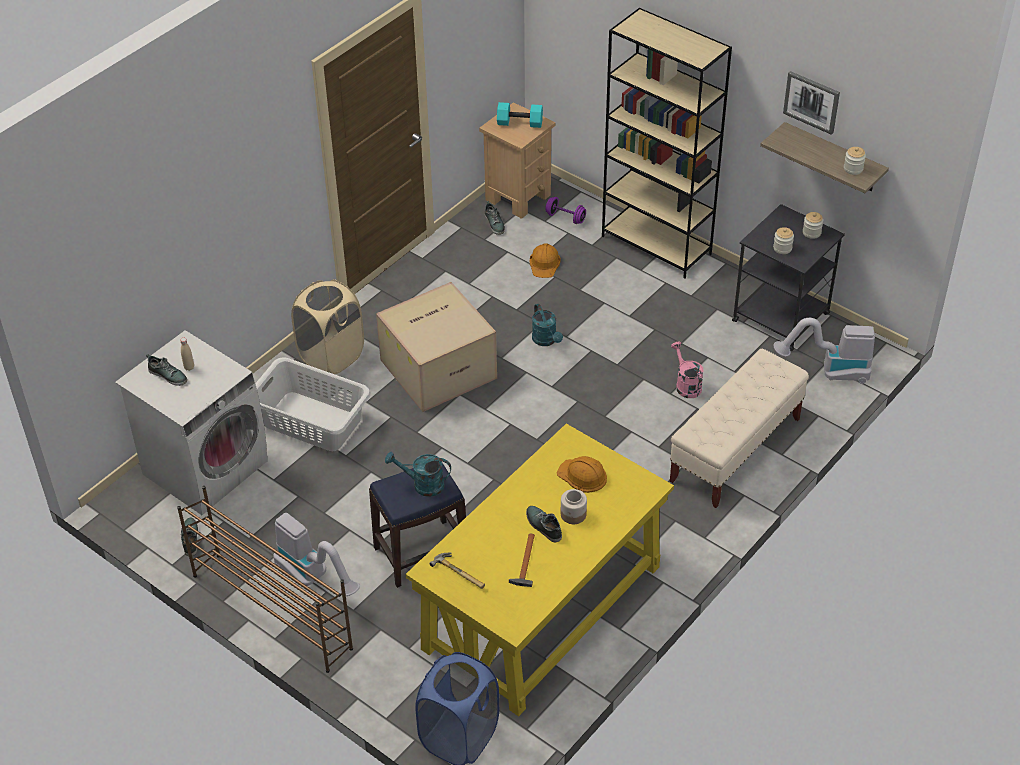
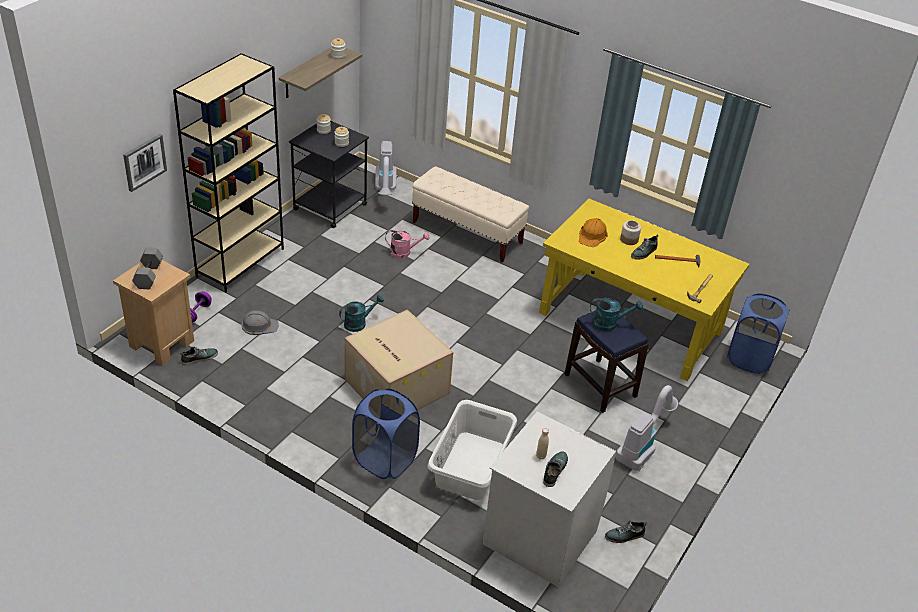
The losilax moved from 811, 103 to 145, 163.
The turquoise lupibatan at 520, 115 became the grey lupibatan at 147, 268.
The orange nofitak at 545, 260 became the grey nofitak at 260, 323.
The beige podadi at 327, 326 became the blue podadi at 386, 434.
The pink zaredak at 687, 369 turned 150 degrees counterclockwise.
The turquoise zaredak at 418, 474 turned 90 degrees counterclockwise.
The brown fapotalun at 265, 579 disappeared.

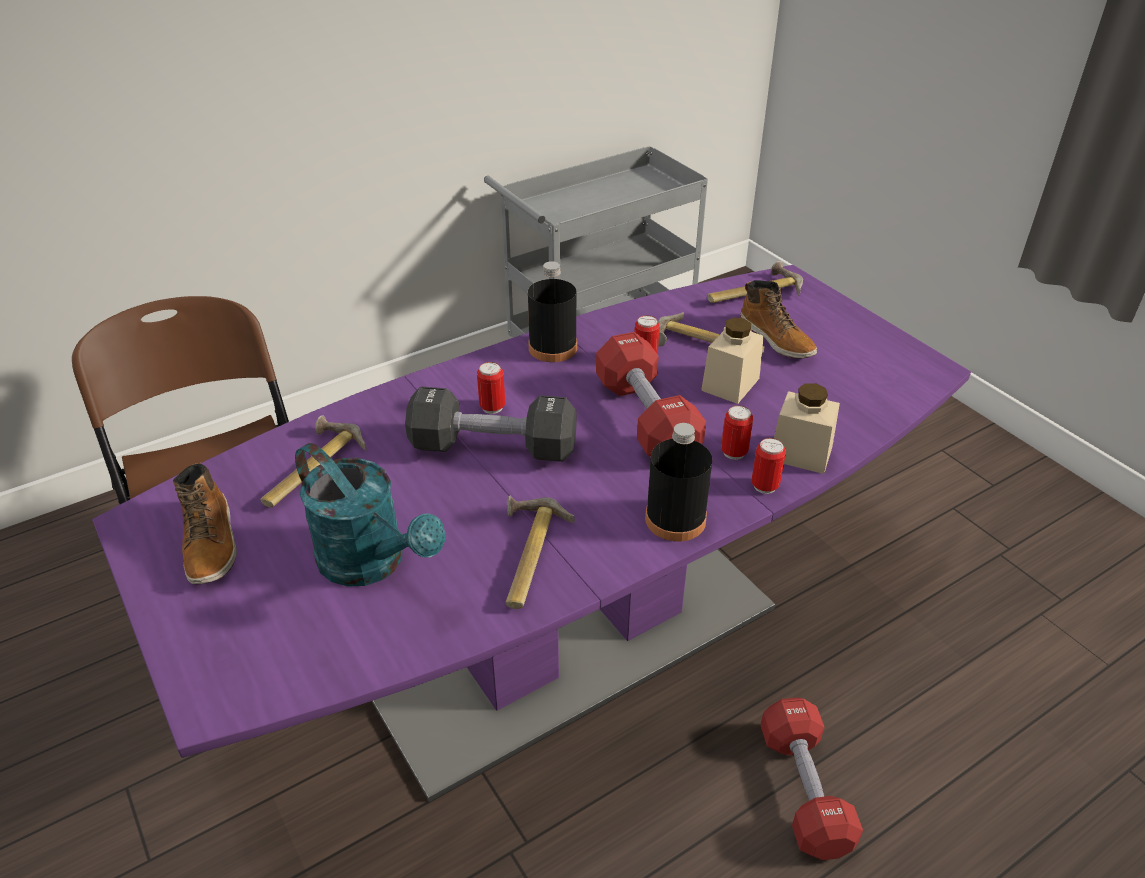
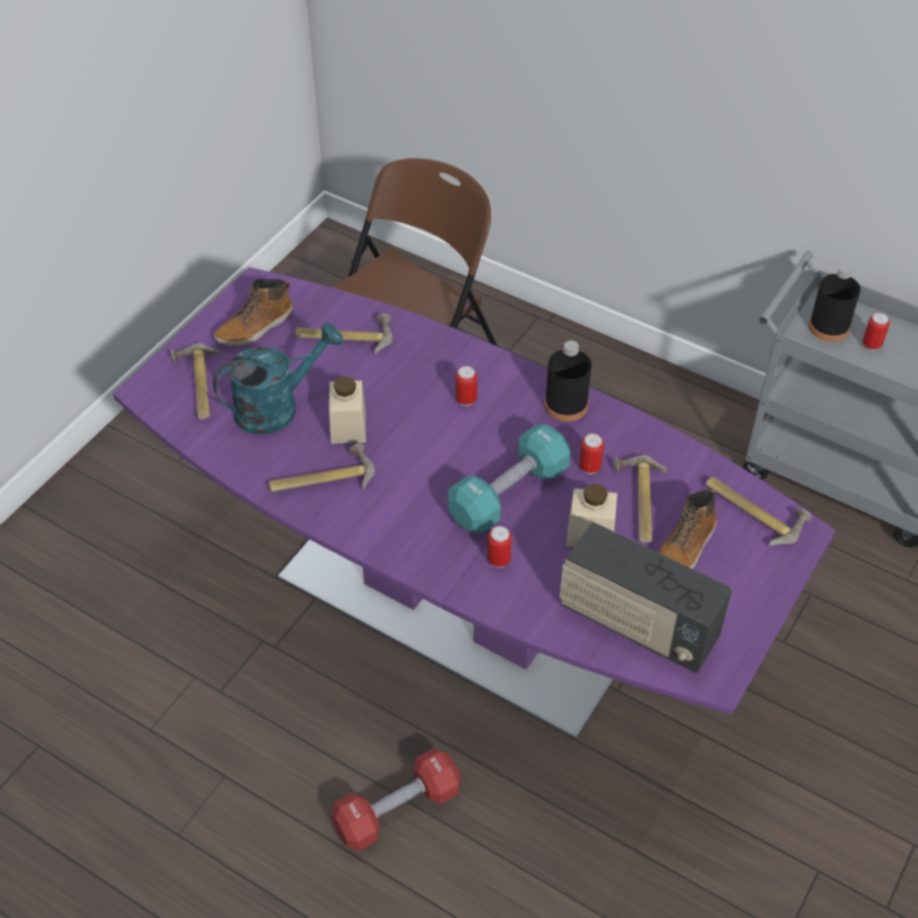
The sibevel at 195, 381 appeared.
The turquoise zaredak at 370, 515 turned 135 degrees counterclockwise.
The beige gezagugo moved from 807, 428 to 347, 410.
The red lupibatan at 651, 394 became the turquoise lupibatan at 509, 478.
The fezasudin at 646, 597 appeared.
The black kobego moved from 678, 482 to 834, 303.
The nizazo moved from 768, 466 to 876, 332.
The black lupibatan at 491, 424 disappeared.

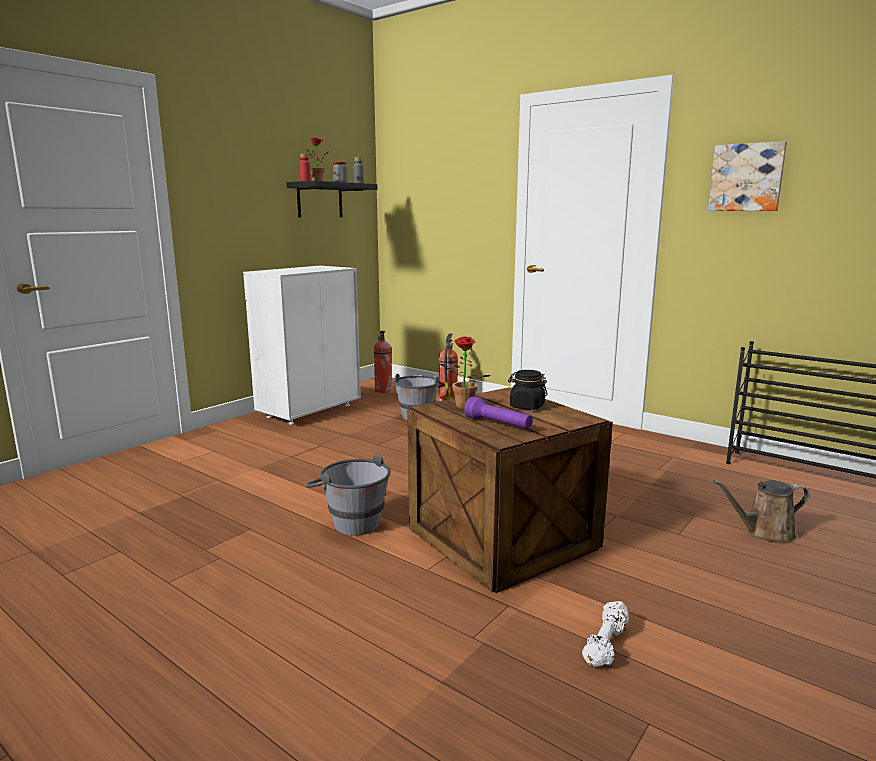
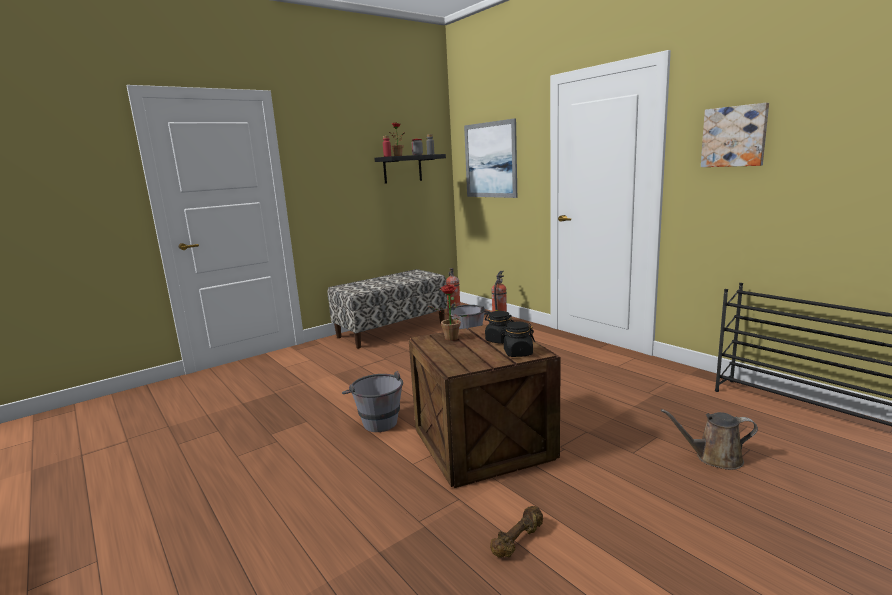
The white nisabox at 302, 345 was replaced by the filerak at 388, 308.
The losilax at 490, 158 appeared.
The white lupibatan at 605, 634 became the brown lupibatan at 516, 532.
The black gezagugo at 517, 339 appeared.
The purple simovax at 498, 413 disappeared.

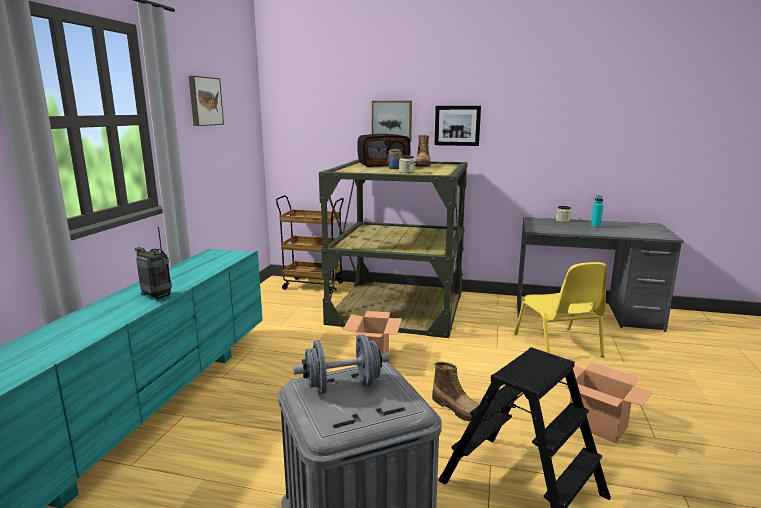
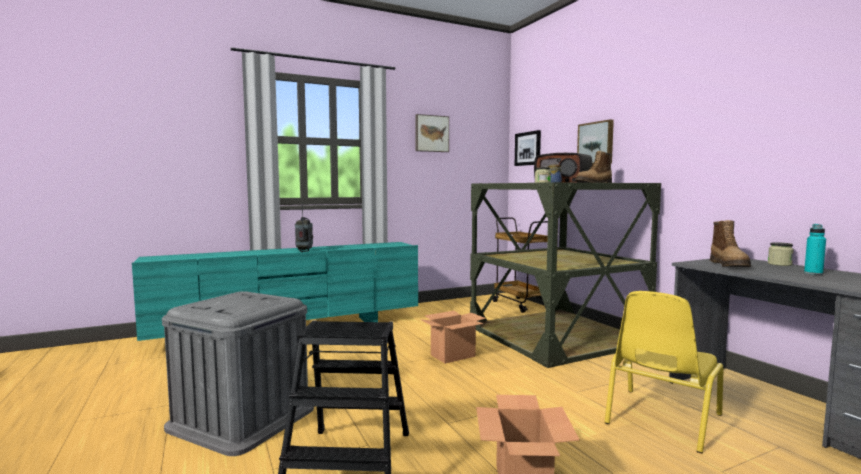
The losilax moved from 457, 126 to 528, 148.
The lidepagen moved from 455, 391 to 730, 243.
The grey lupibatan at 341, 364 disappeared.

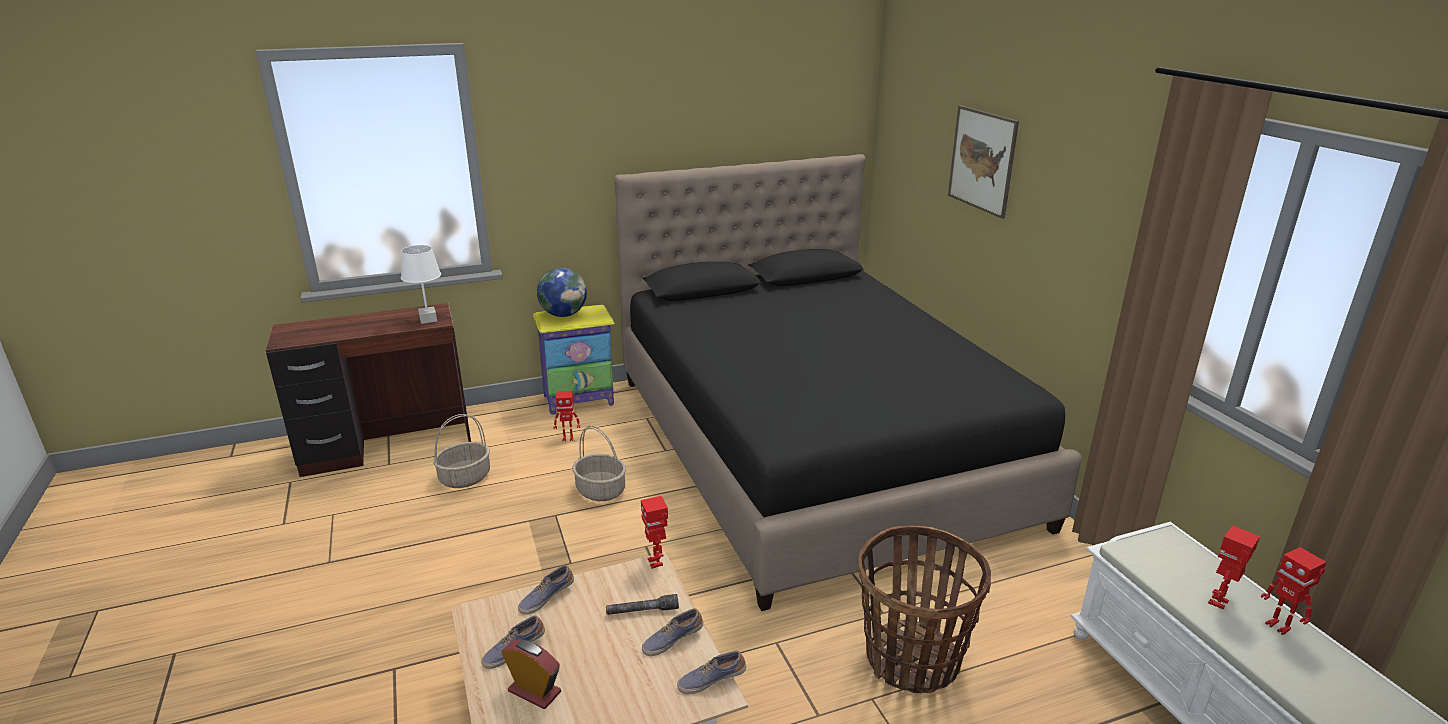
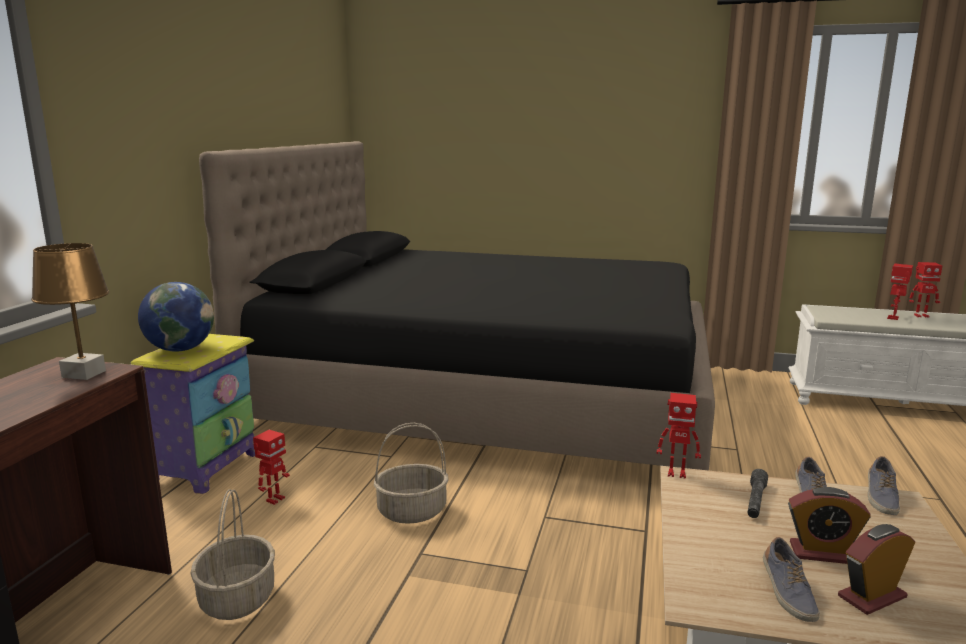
The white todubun at 421, 284 became the brown todubun at 70, 311.
The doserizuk at 829, 525 appeared.
The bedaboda at 1234, 567 turned 45 degrees clockwise.
The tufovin at 546, 590 disappeared.
The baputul at 924, 609 disappeared.
The losilax at 983, 162 disappeared.

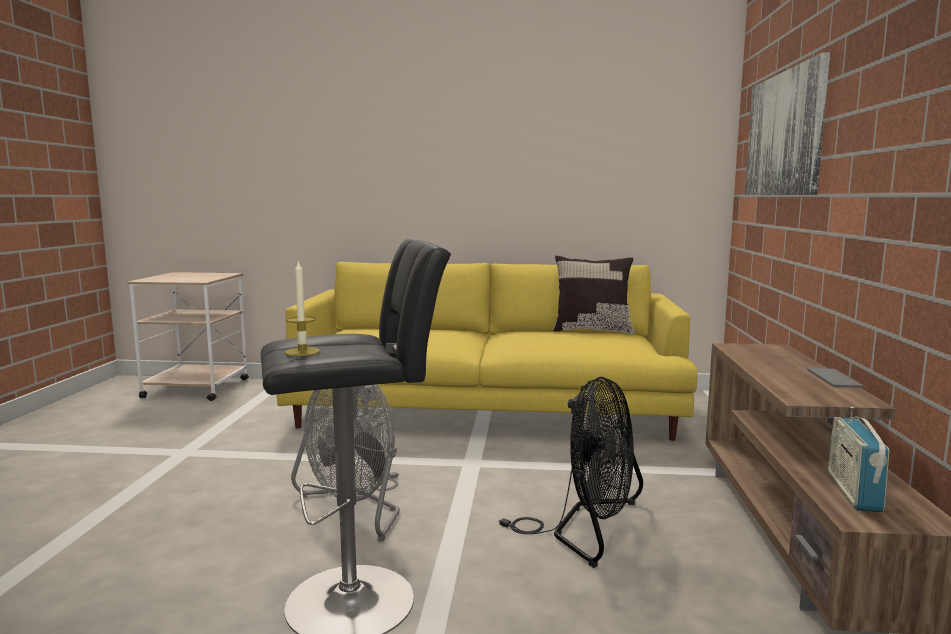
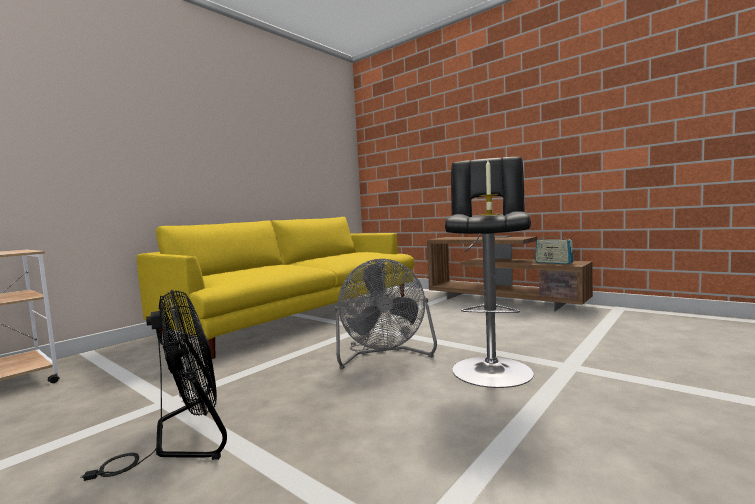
The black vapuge moved from 571, 472 to 154, 385.
The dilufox at 593, 295 disappeared.
The losilax at 787, 123 disappeared.

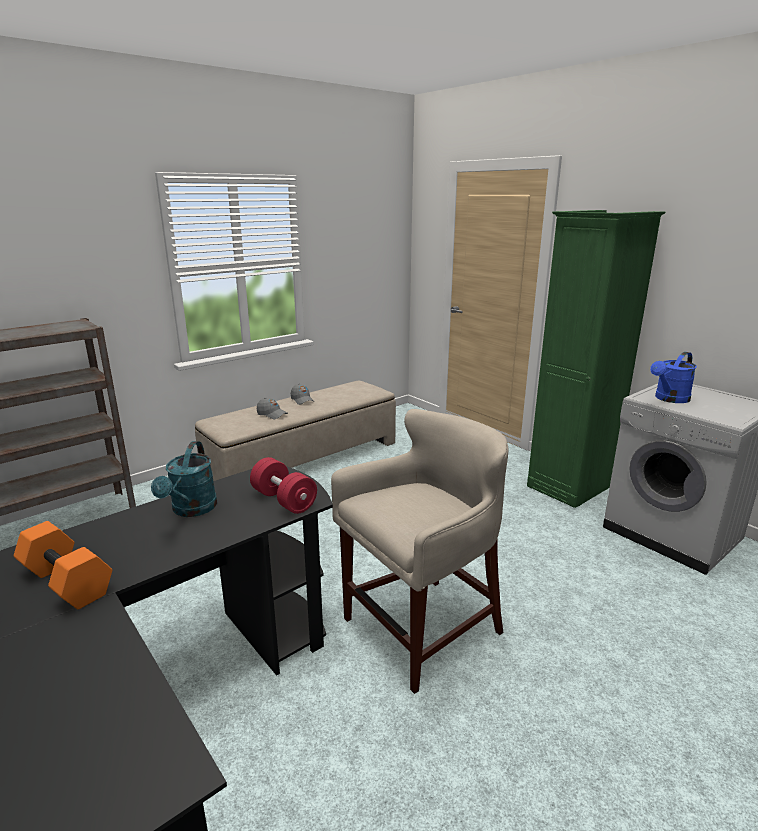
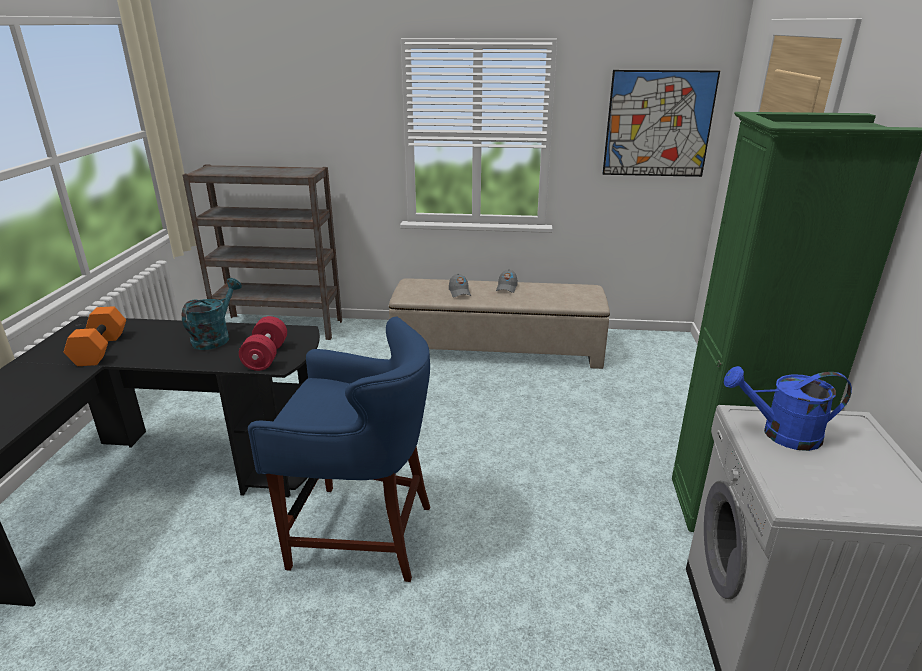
The turquoise zaredak at 184, 479 turned 150 degrees clockwise.
The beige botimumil at 420, 551 became the blue botimumil at 339, 449.
The losilax at 661, 123 appeared.

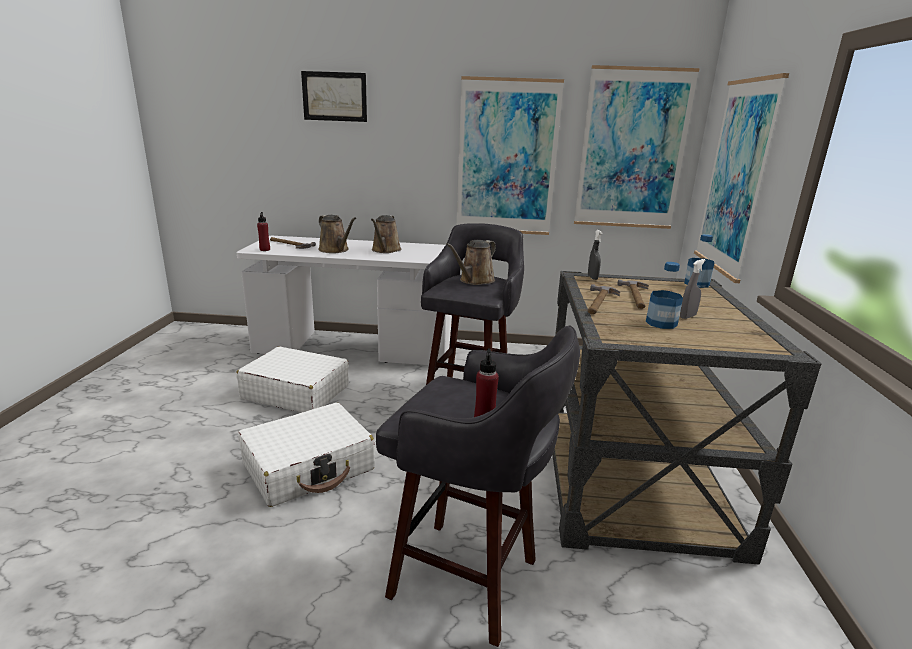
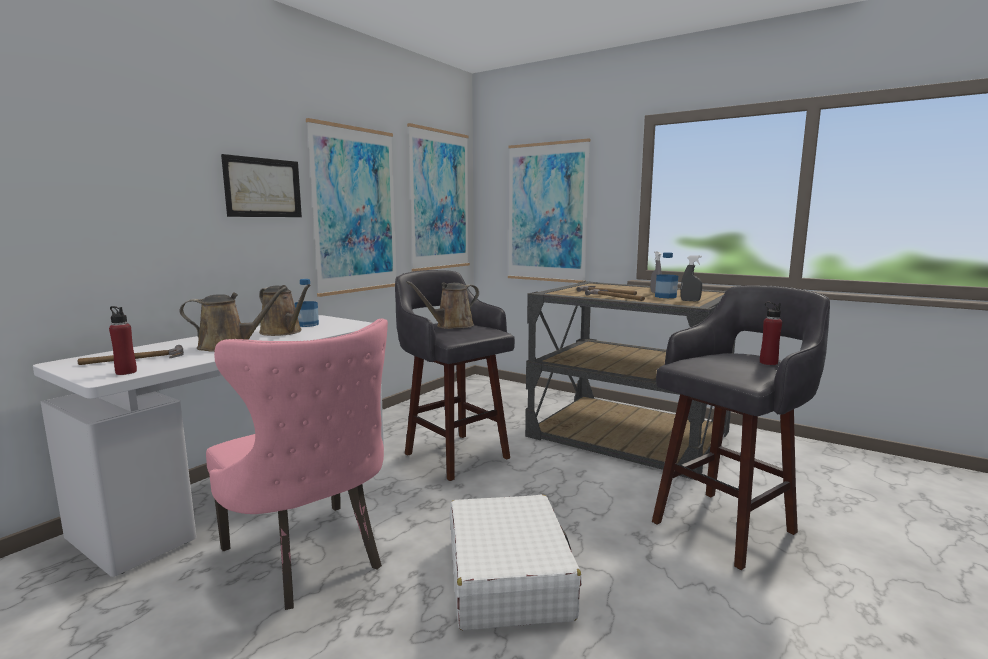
The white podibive at 292, 380 was replaced by the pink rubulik at 297, 464.
The losilax moved from 334, 96 to 261, 185.
The kobego moved from 699, 261 to 307, 303.
The brown zaredak at 471, 262 turned 75 degrees clockwise.
The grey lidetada moved from 595, 255 to 691, 278.

